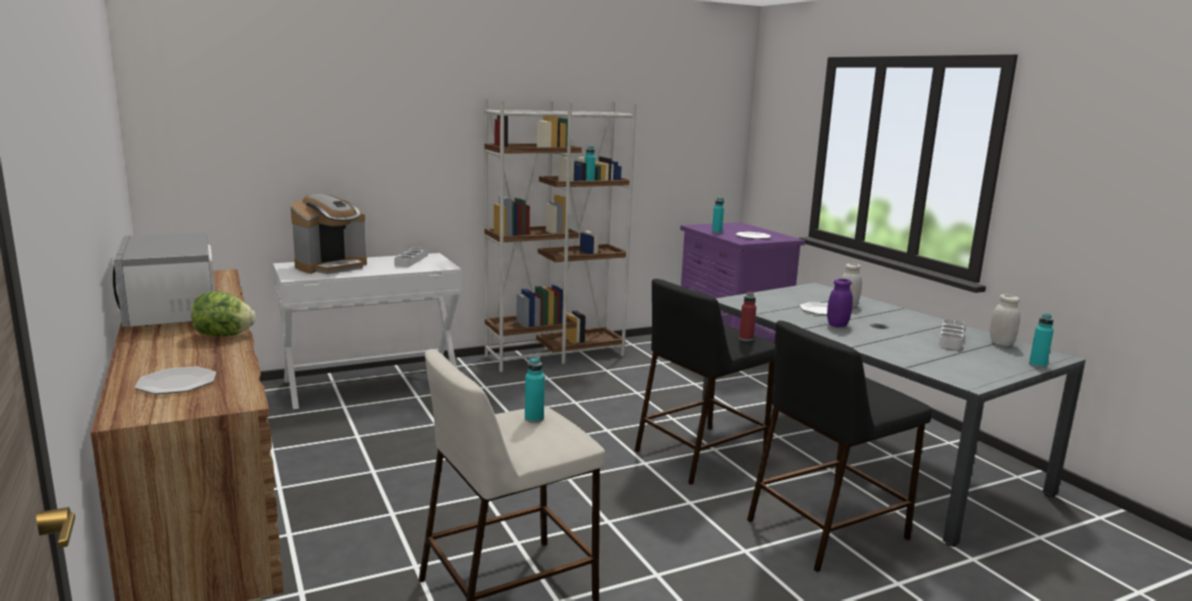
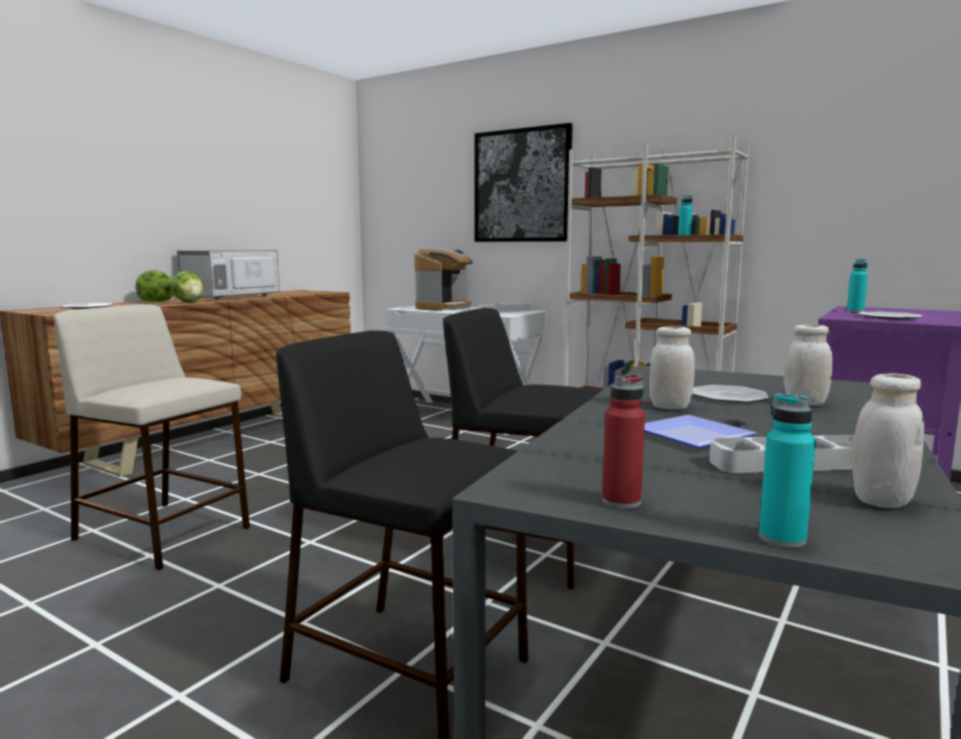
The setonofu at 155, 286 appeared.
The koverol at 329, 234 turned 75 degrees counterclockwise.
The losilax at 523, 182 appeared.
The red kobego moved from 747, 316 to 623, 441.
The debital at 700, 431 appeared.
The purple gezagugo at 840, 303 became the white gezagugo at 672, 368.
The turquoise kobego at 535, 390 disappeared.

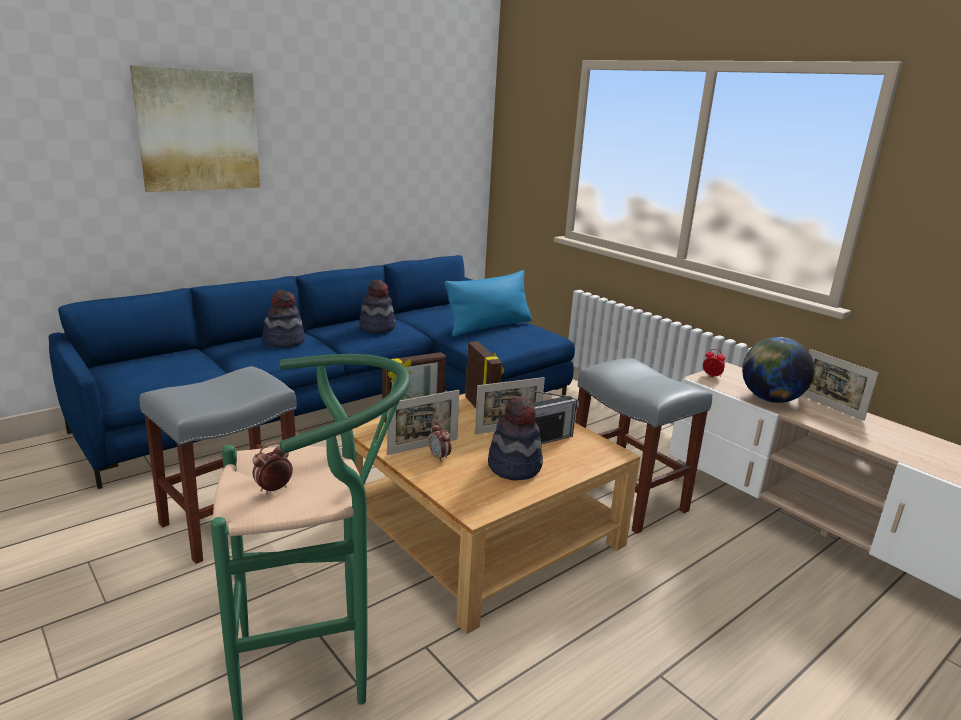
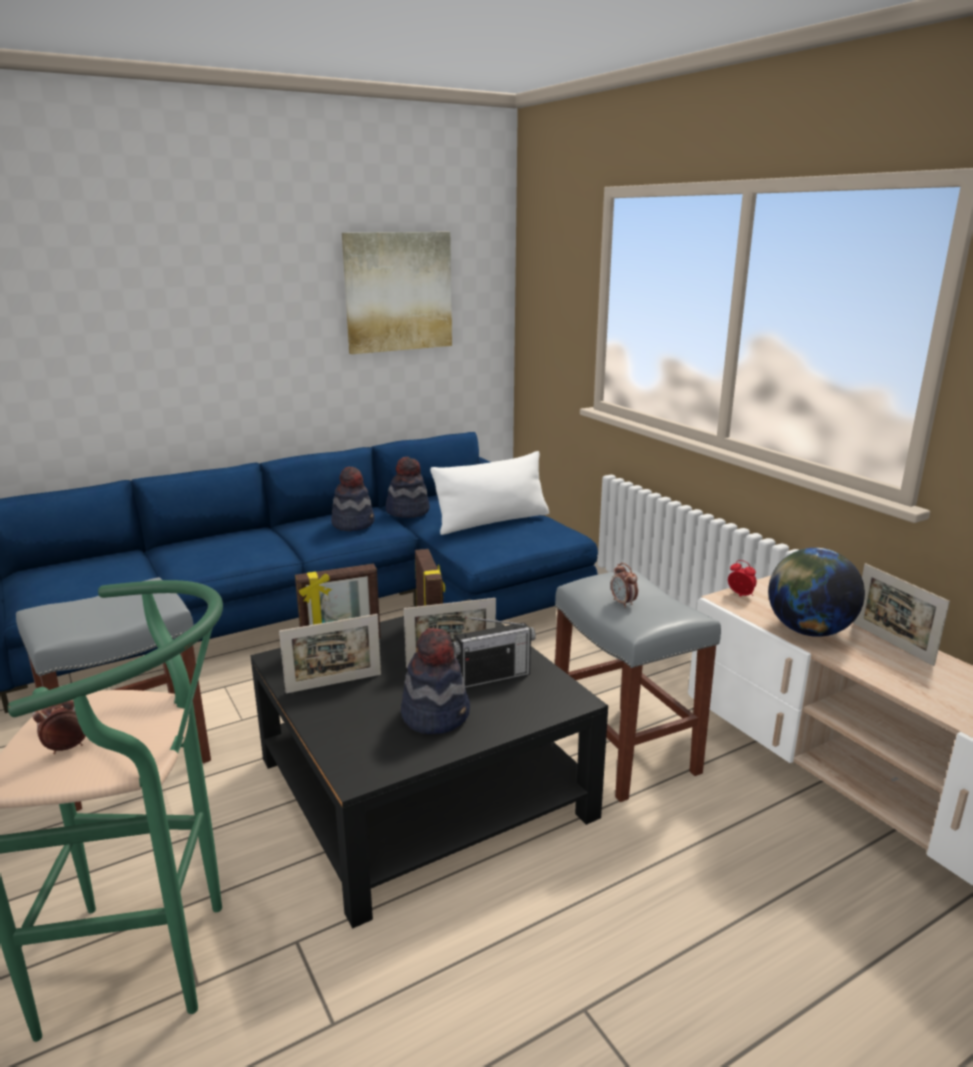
The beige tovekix at 496, 514 became the black tovekix at 429, 764.
The losilax moved from 195, 128 to 397, 293.
The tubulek moved from 283, 319 to 408, 487.
The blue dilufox at 488, 303 became the white dilufox at 489, 493.
The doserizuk moved from 440, 442 to 624, 585.

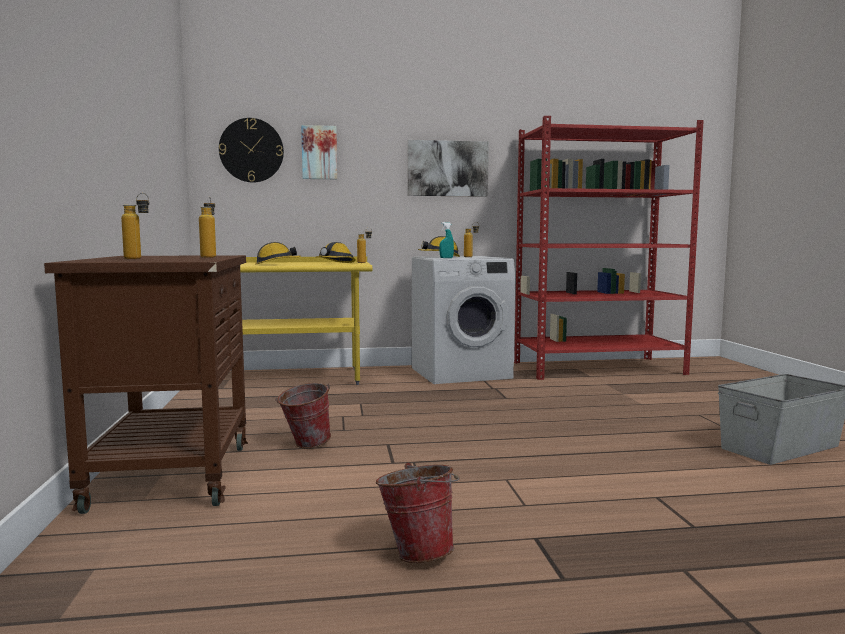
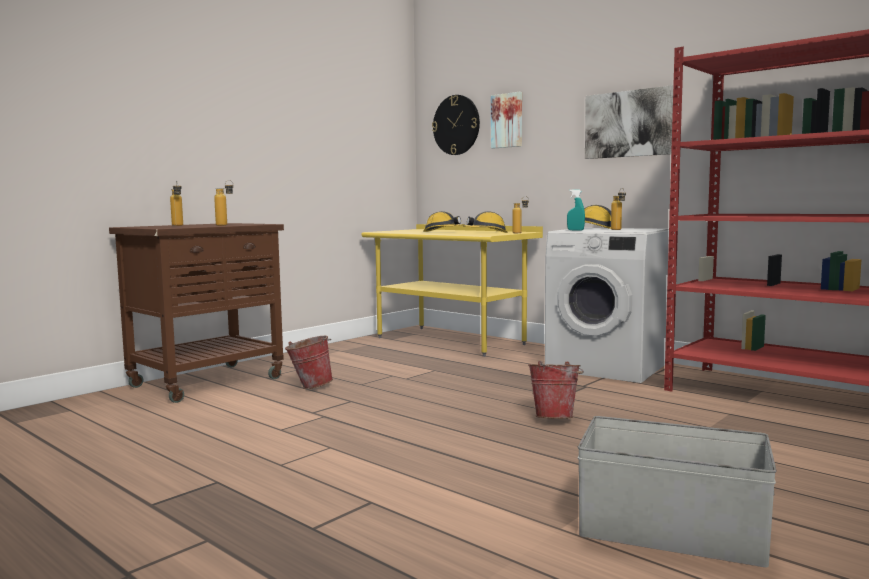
The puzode moved from 418, 513 to 556, 390.

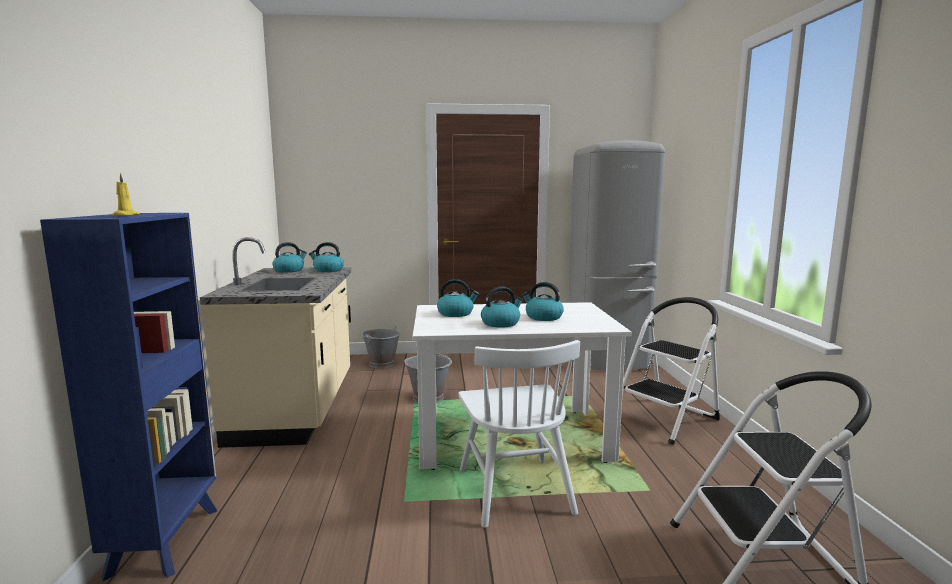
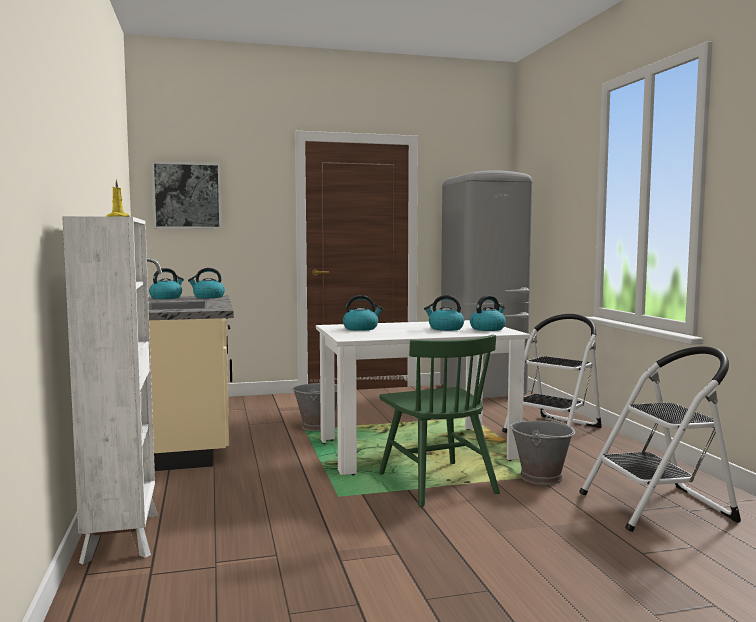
The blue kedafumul at 128, 397 became the white kedafumul at 110, 390.
The losilax at 186, 195 appeared.
The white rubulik at 519, 434 became the green rubulik at 439, 421.
The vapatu moved from 502, 307 to 488, 313.
The grey puzode moved from 381, 346 to 542, 450.

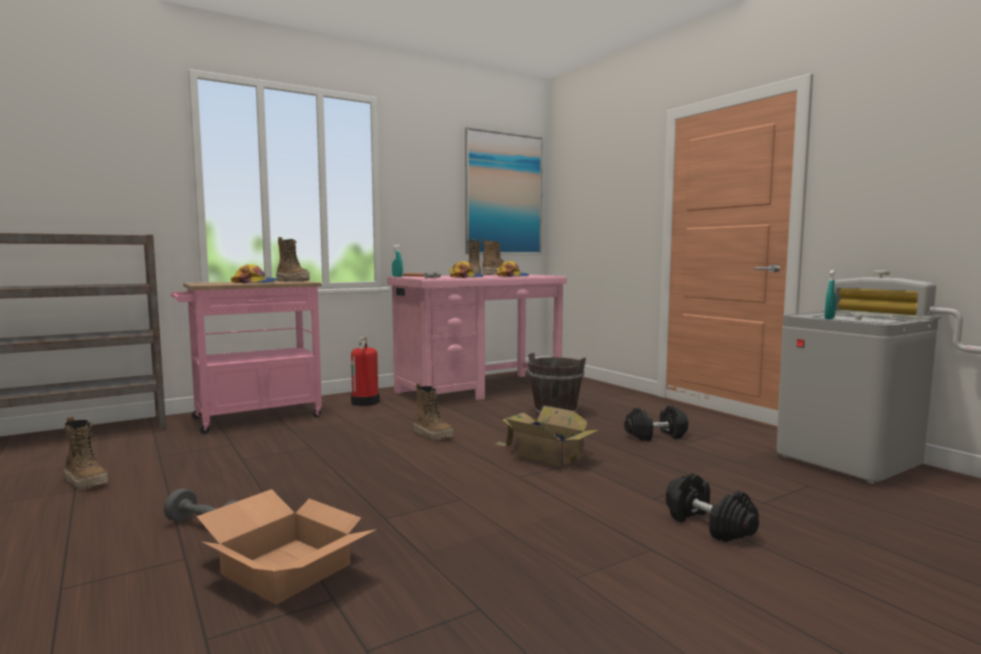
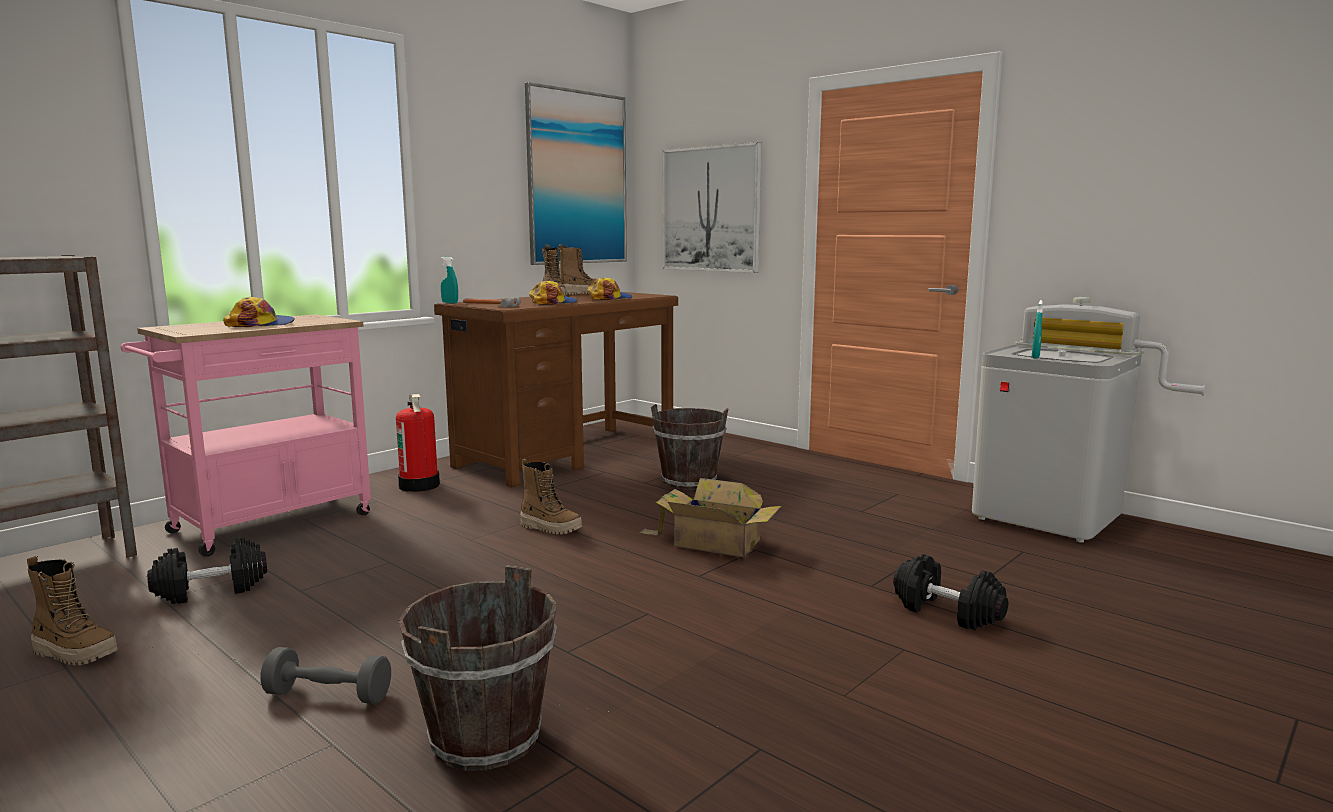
The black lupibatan moved from 656, 423 to 207, 571.
The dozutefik at 286, 547 was replaced by the brown puzode at 477, 668.
The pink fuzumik at 477, 337 became the brown fuzumik at 556, 389.
The losilax at 712, 207 appeared.
The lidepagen at 293, 259 disappeared.

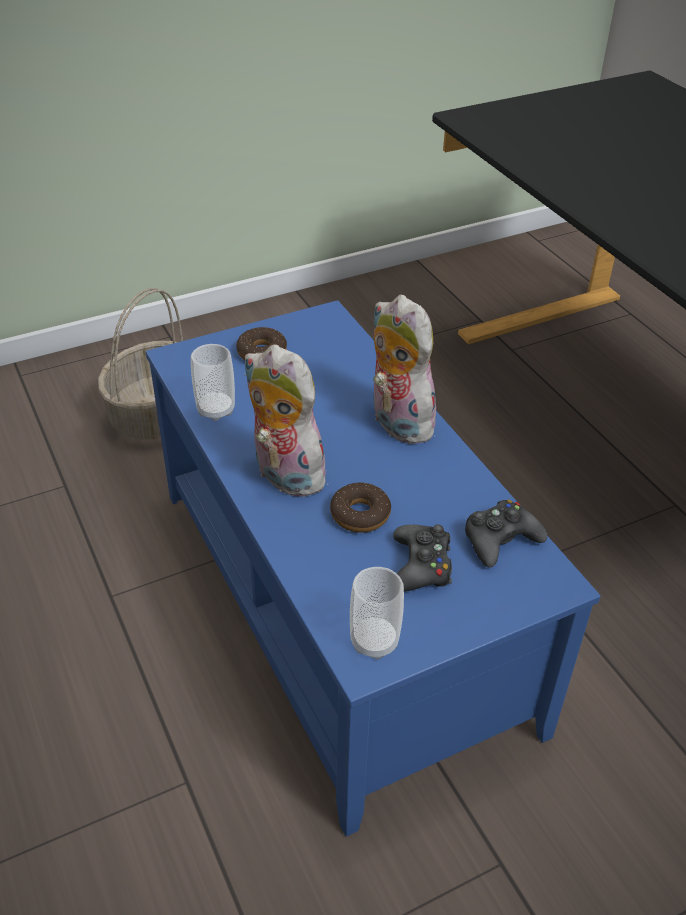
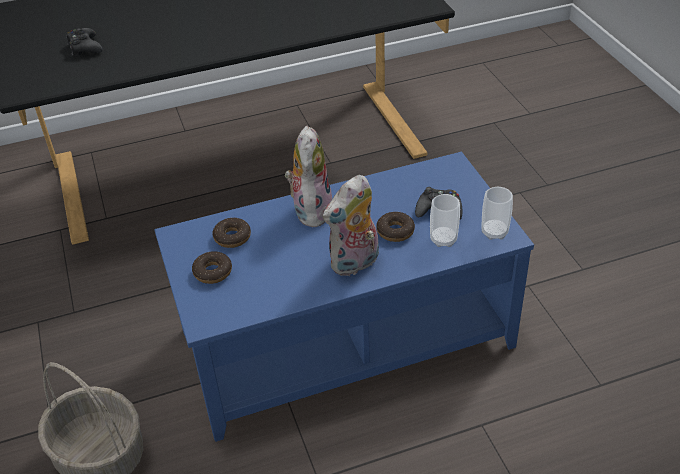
The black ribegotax moved from 506, 534 to 84, 42.
The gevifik at 231, 233 appeared.
The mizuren at 407, 369 turned 120 degrees clockwise.
The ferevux moved from 213, 382 to 445, 220.

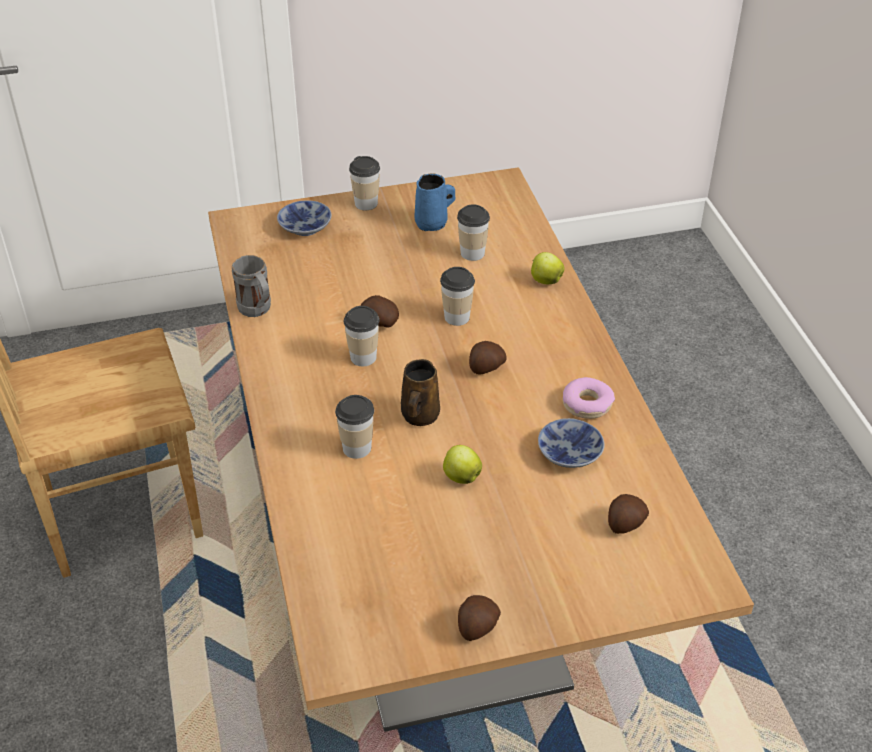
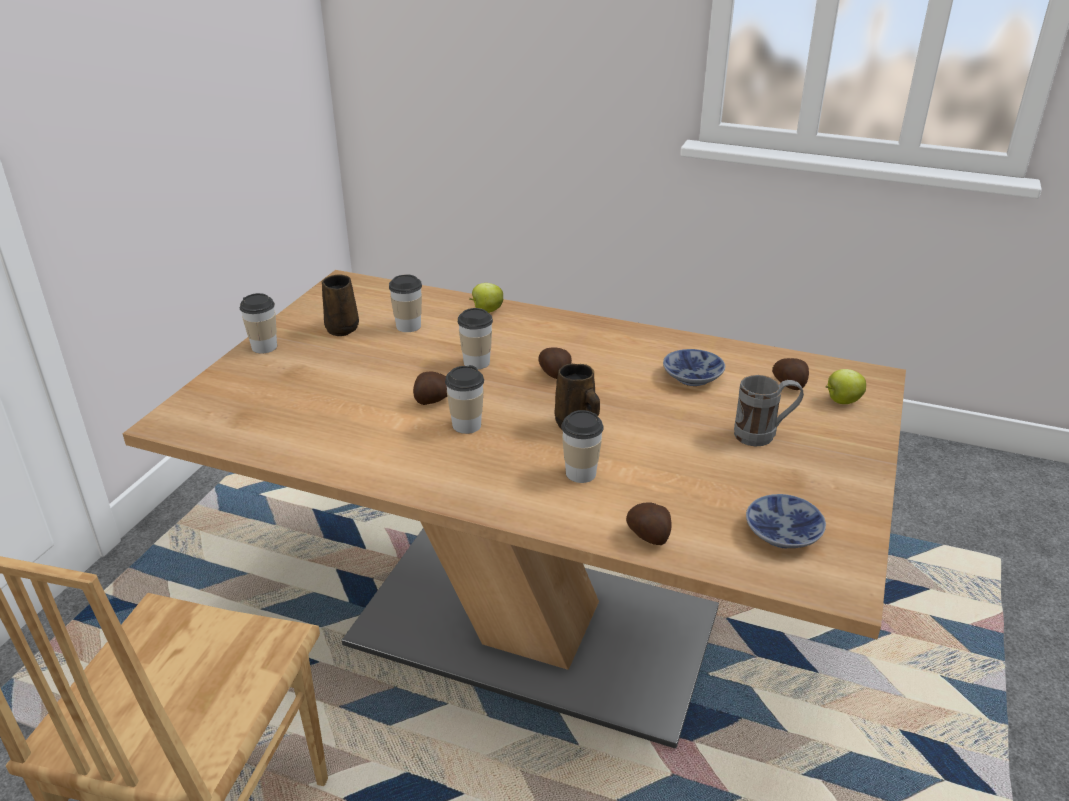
The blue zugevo at 435, 202 became the brown zugevo at 340, 305.
The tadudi moved from 479, 618 to 649, 524.
The grey zugevo moved from 251, 286 to 769, 411.
The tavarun moved from 304, 218 to 786, 521.
The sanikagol moved from 462, 464 to 846, 386.
The gevifik at 589, 398 disappeared.

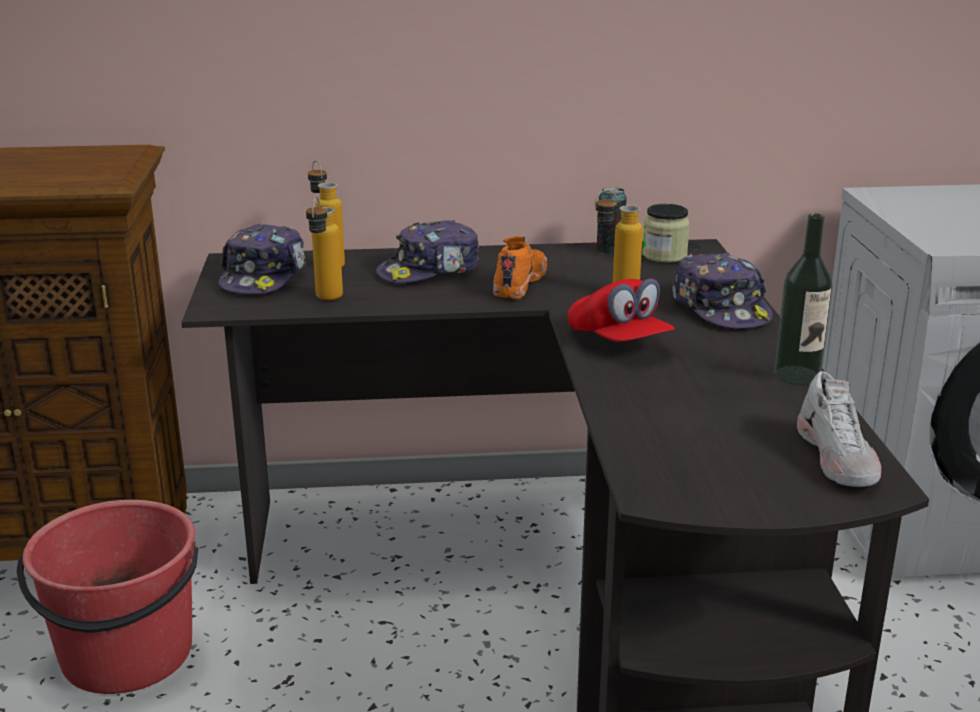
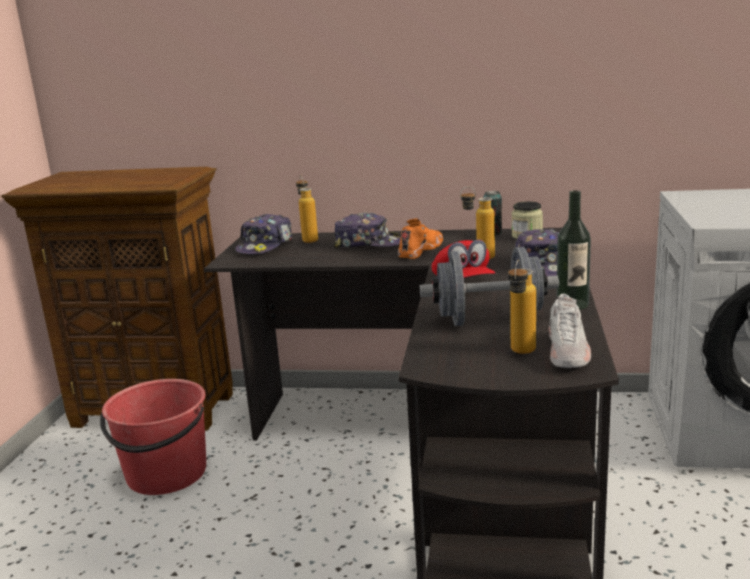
The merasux at 427, 251 turned 150 degrees counterclockwise.
The grey lupibatan at 489, 286 appeared.
The kobego moved from 324, 248 to 522, 307.

